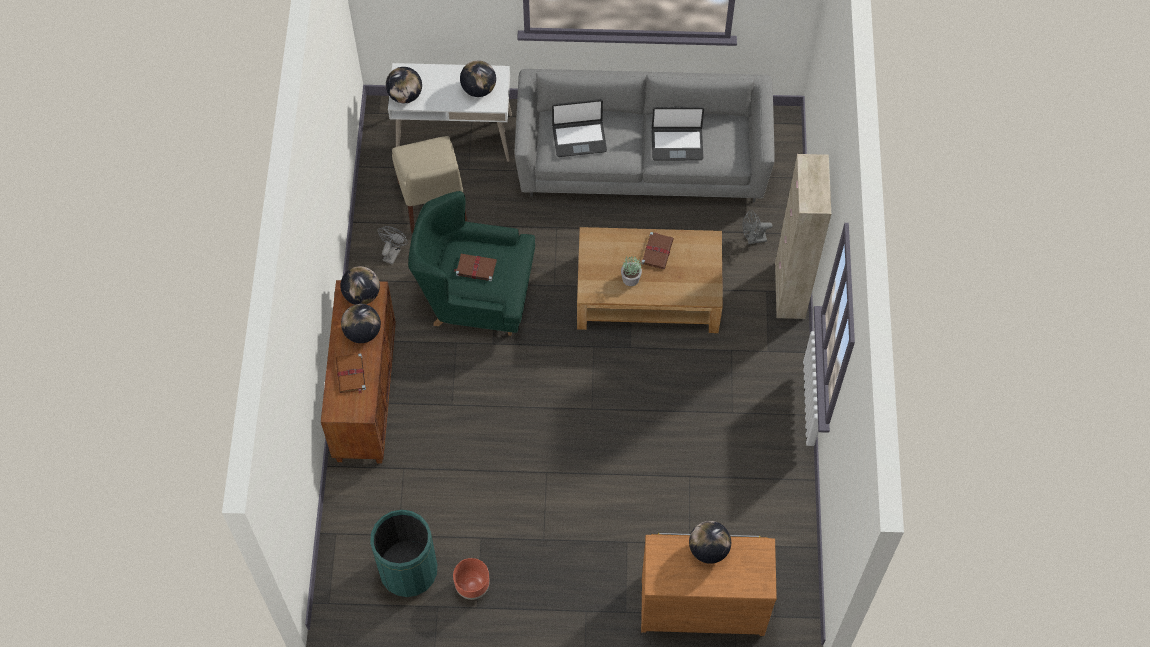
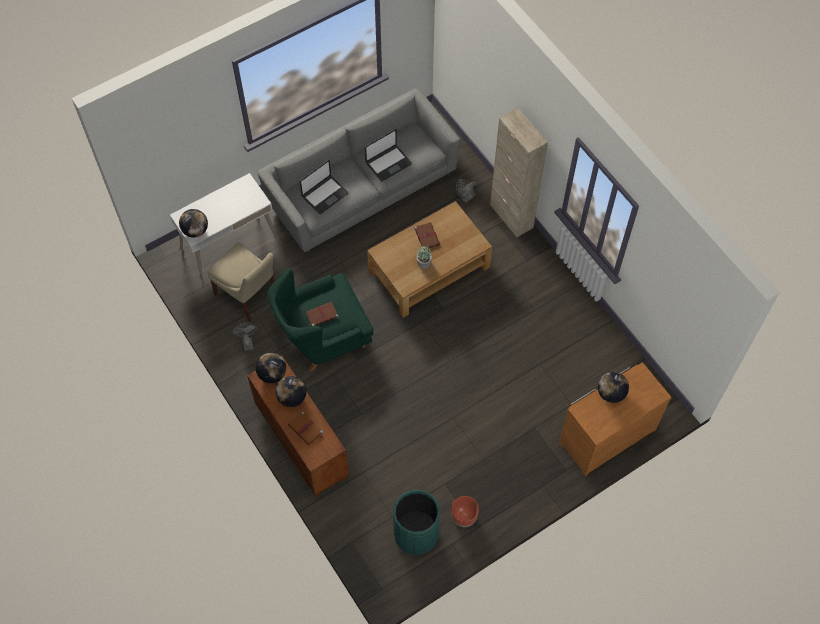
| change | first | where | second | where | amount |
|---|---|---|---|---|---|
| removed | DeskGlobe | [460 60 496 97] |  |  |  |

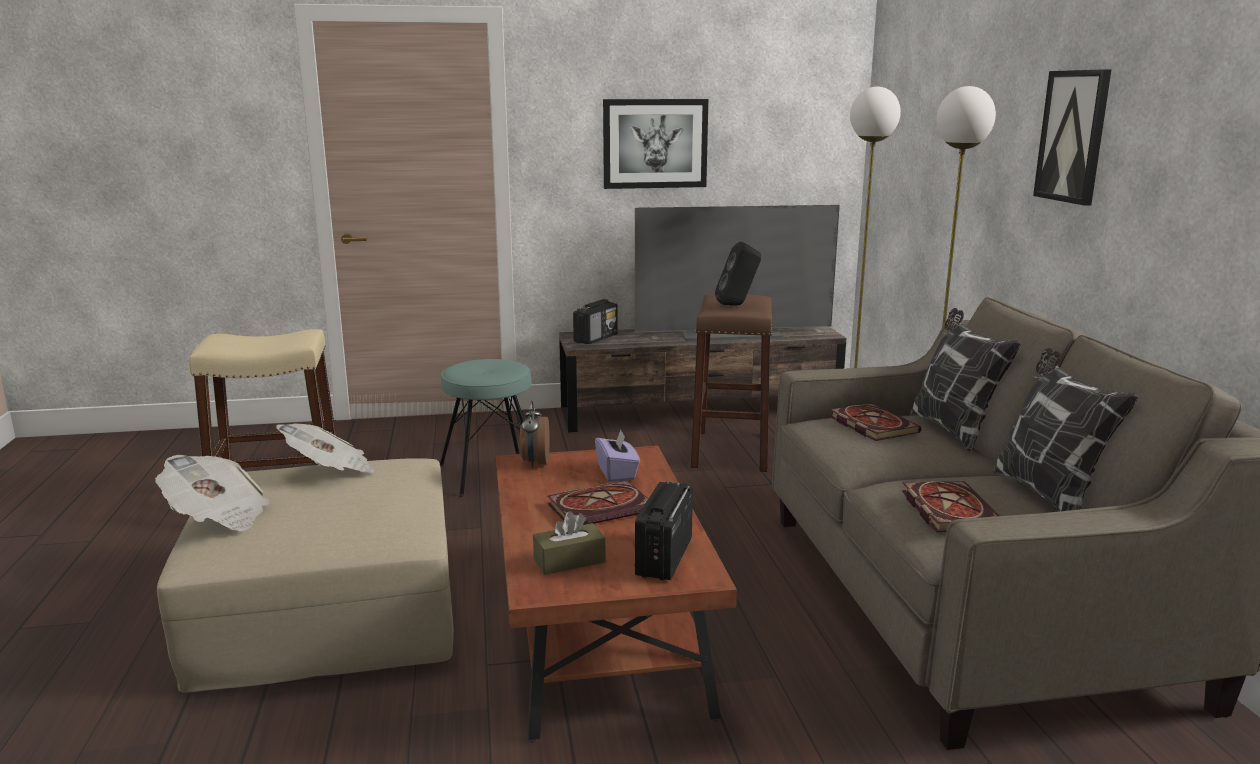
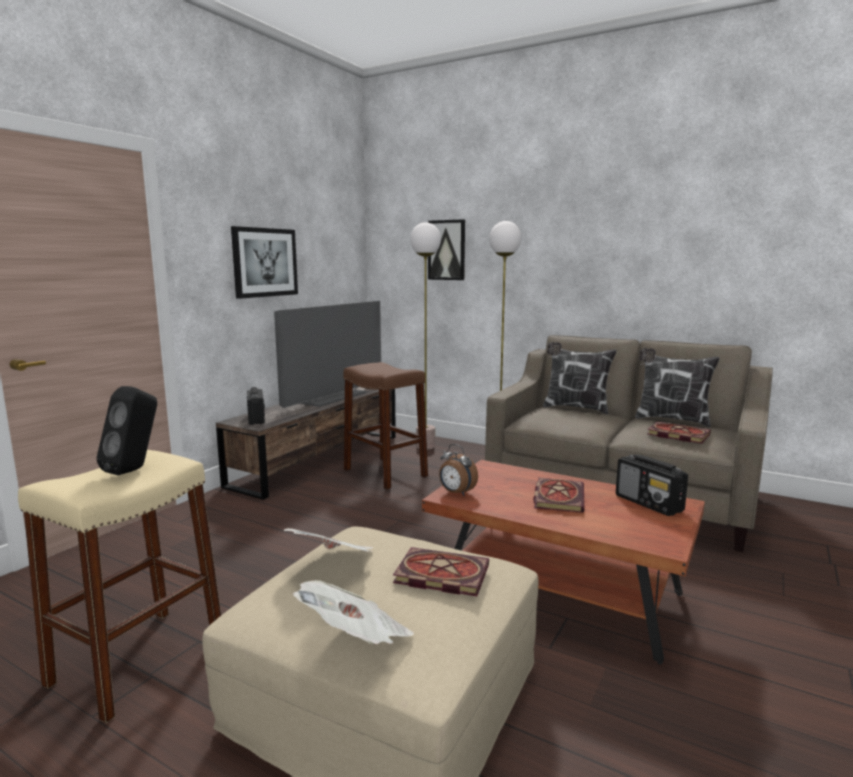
| change | first | where | second | where | amount |
|---|---|---|---|---|---|
| moved | BlackishSpeaker | [715 242 761 306] |  | [96 386 157 475] |  |
| moved | Book | [829 403 921 441] |  | [393 547 489 596] |  |
| moved | WallArt | [1033 69 1112 206] |  | [428 219 465 280] |  |
| removed | BlueGreenSittingStool | [440 359 532 497] |  |  |  |
| removed | BrownColouredTissueBox | [533 511 606 575] |  |  |  |
| removed | PurpleTissueBox | [595 430 640 482] |  |  |  |

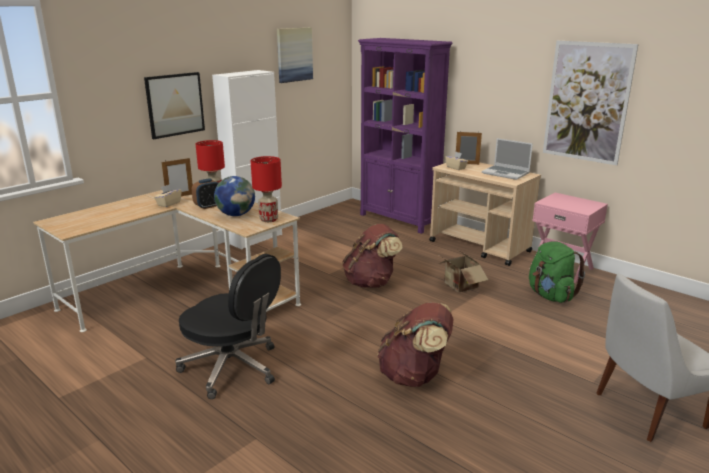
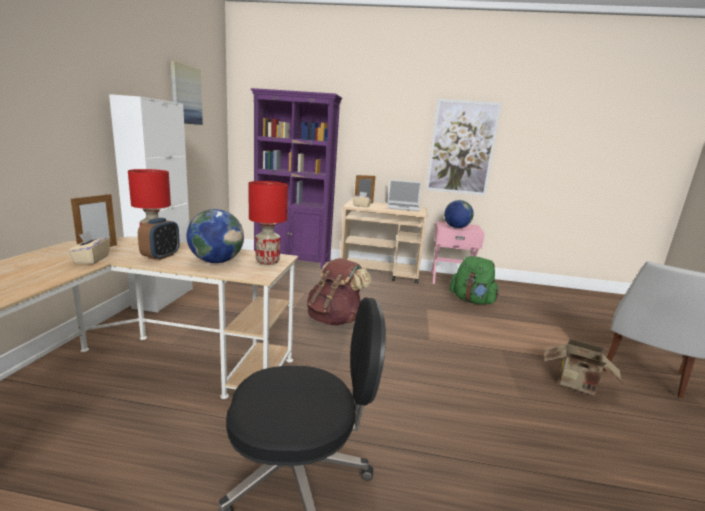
| change | first | where | second | where | amount |
|---|---|---|---|---|---|
| added |  |  | DeskGlobe | [444 200 474 228] |  |
| moved | CardboardBox | [437 250 489 292] |  | [544 339 623 395] |  |
| removed | WallArt | [144 72 205 139] |  |  |  |
| removed | BrownColouredKnapsack | [377 302 453 387] |  |  |  |

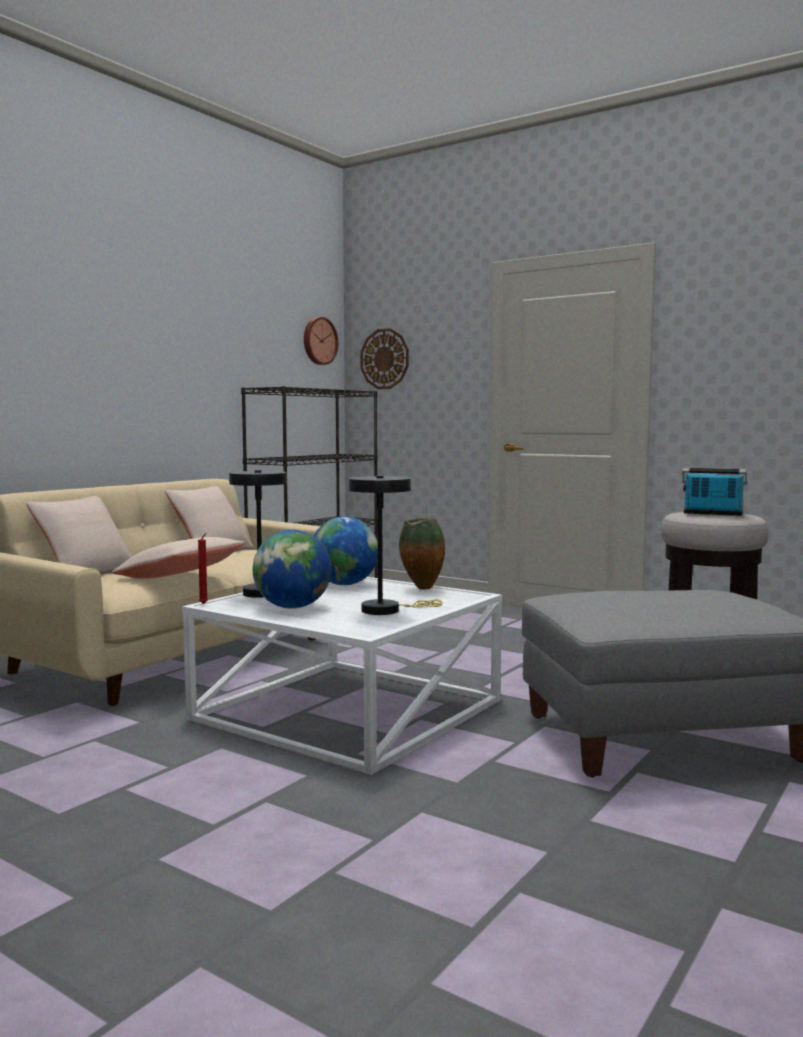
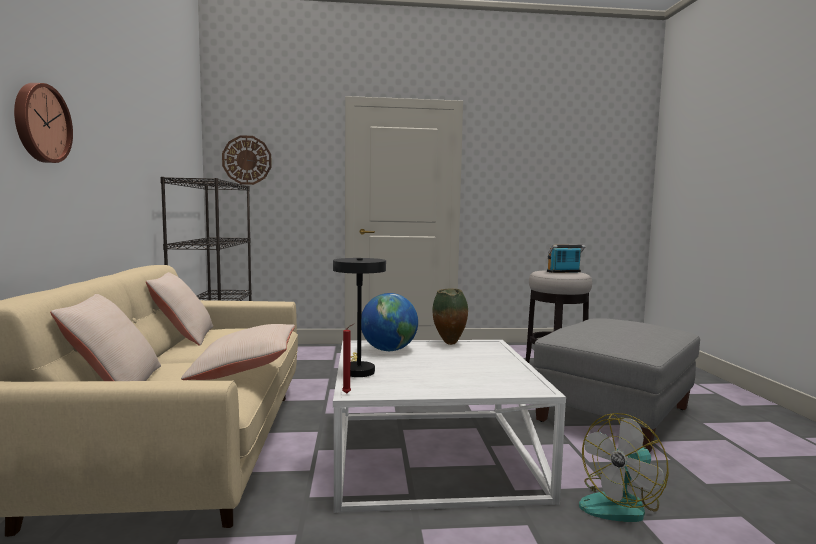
| change | first | where | second | where | amount |
|---|---|---|---|---|---|
| moved | ClockOnTheWall | [304 317 338 365] |  | [14 83 73 163] |  |
| added |  |  | CoolingFan | [579 413 669 522] |  |
| removed | DeskGlobe | [253 530 331 609] |  |  |  |
| removed | BlackishTableLamp | [349 476 443 615] |  |  |  |

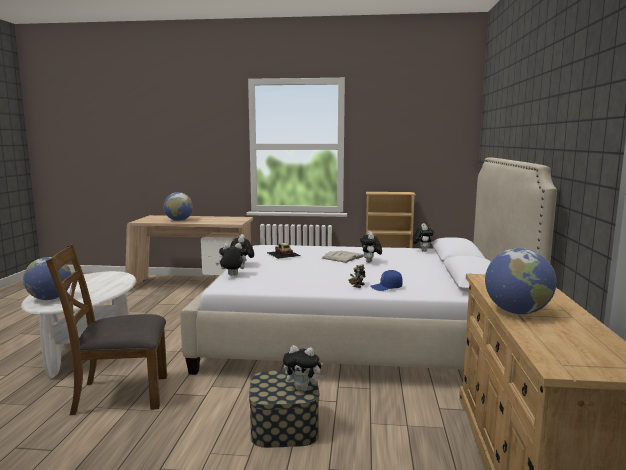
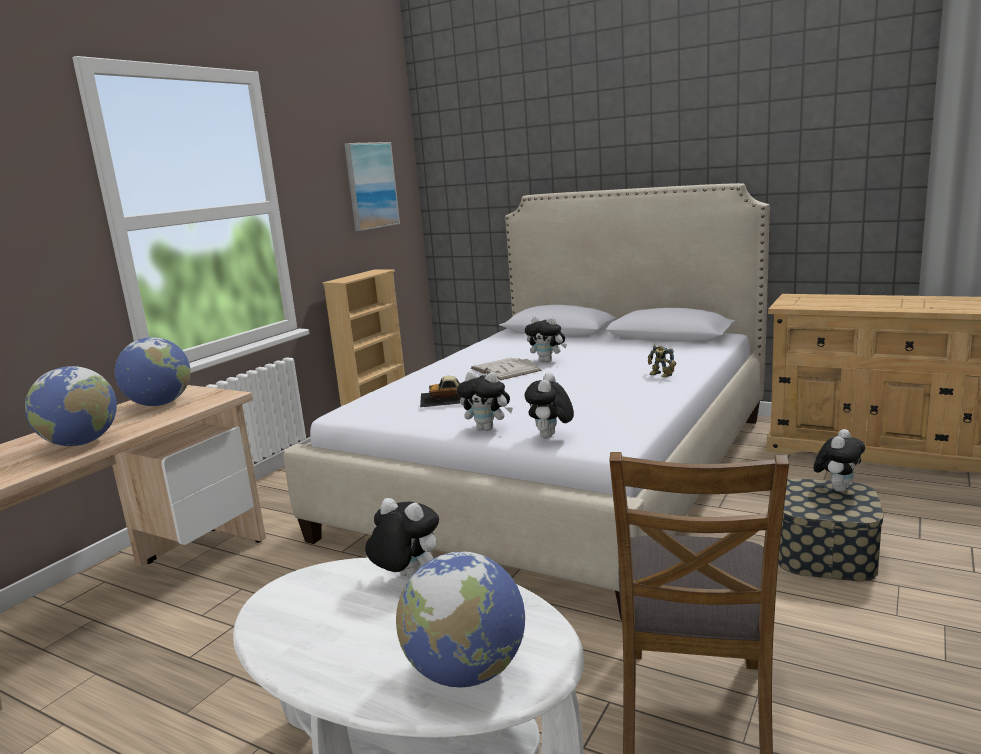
| change | first | where | second | where | amount |
|---|---|---|---|---|---|
| moved | DeskGlobe | [485 248 556 315] |  | [115 337 191 406] |  |
| added |  |  | WallArt | [344 142 400 231] |  |
| moved | SoftToy | [413 223 434 252] |  | [365 498 439 578] |  |
| removed | BluishCap | [370 270 403 291] |  |  |  |

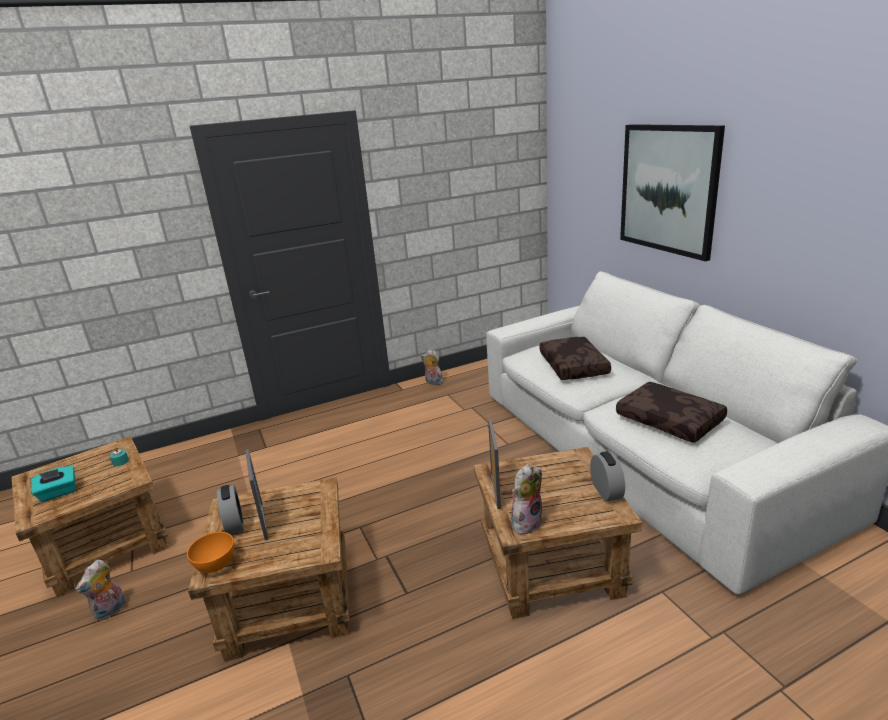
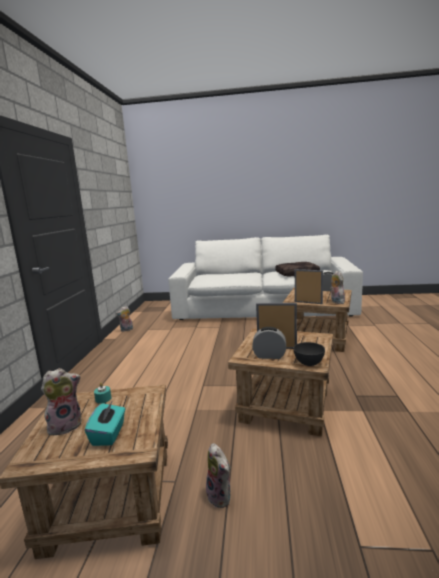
| change | first | where | second | where | amount |
|---|---|---|---|---|---|
| added |  |  | SoftToy | [41 368 82 435] |  |
| recoloured | OrangeColouredBowl | [187 532 234 573] | GreyishBowl | [294 342 325 366] |  |
| removed | BrownColouredCushion | [539 337 611 380] |  |  |  |
| removed | WallArt | [620 124 725 261] |  |  |  |

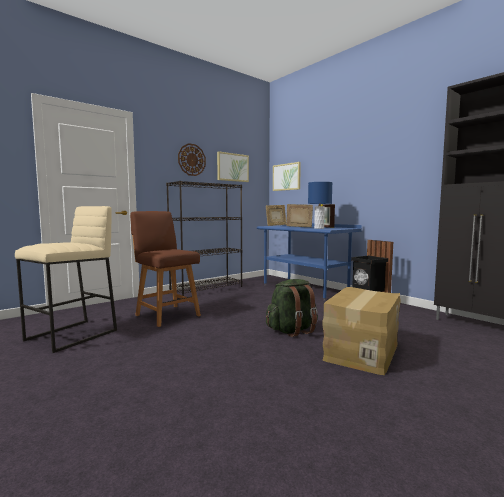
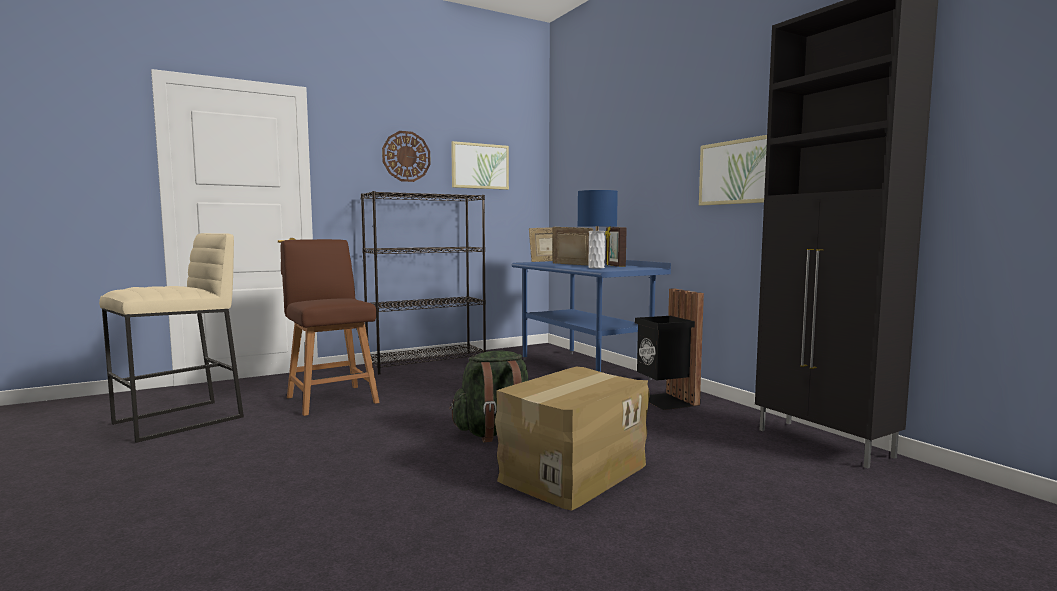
| change | first | where | second | where | amount |
|---|---|---|---|---|---|
| moved | WallArt | [273 162 301 191] |  | [699 135 767 206] |  |

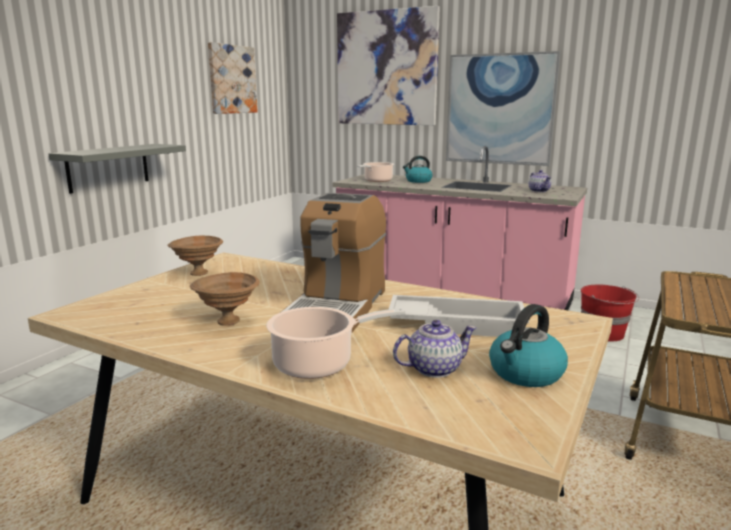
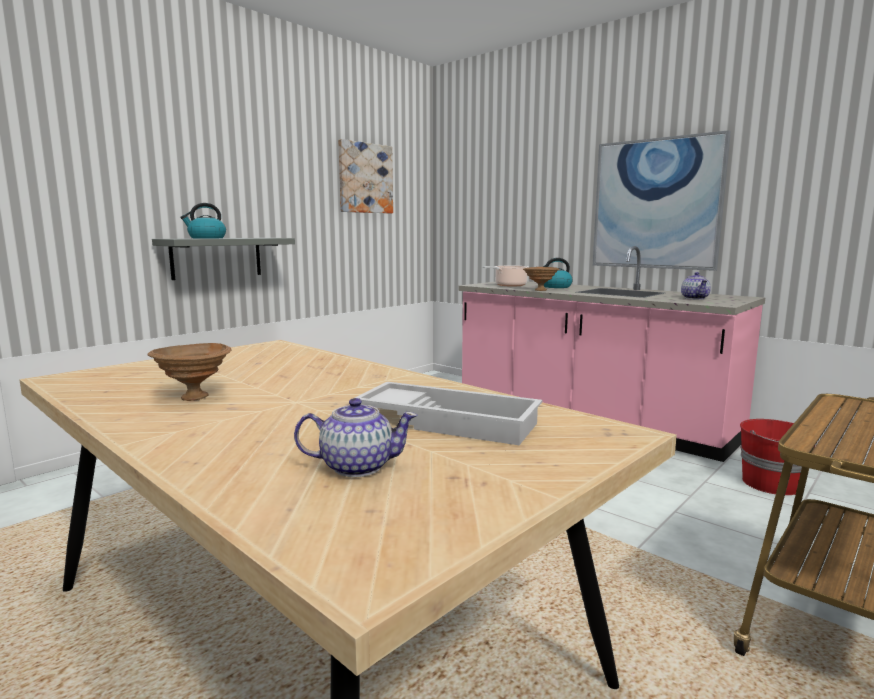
| change | first | where | second | where | amount |
|---|---|---|---|---|---|
| moved | Kettle | [489 304 568 387] |  | [180 203 226 239] |  |
| moved | BrownColouredBowl | [168 235 223 276] |  | [523 267 559 291] |  |
| removed | Saucepot | [266 307 406 379] |  |  |  |
| removed | CoffeeMaker | [281 193 386 332] |  |  |  |
| removed | WallArt | [337 6 440 125] |  |  |  |

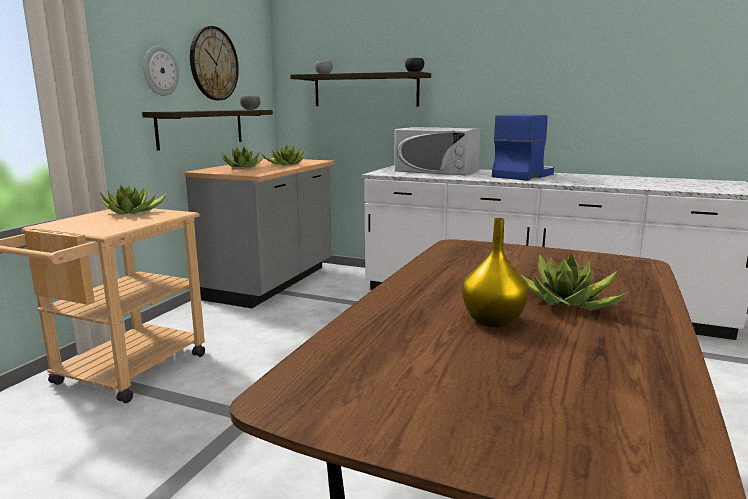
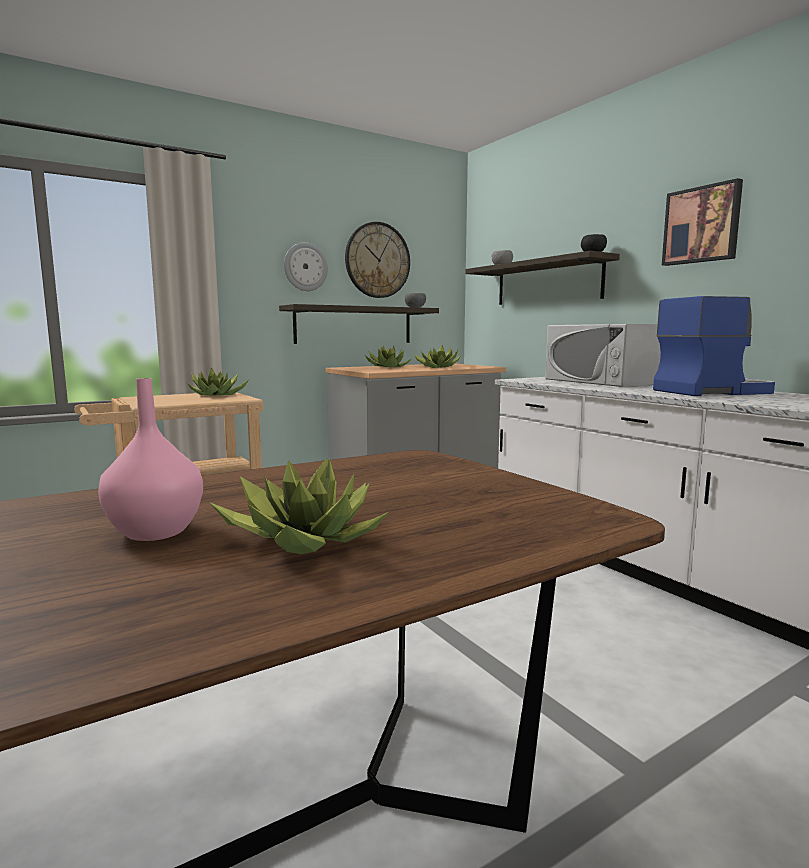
| change | first | where | second | where | amount |
|---|---|---|---|---|---|
| recoloured | YellowColouredFlowerVase | [462 218 529 328] | PinkColouredFlowerVase | [98 378 203 541] |  |
| added |  |  | WallArt | [662 178 743 266] |  |

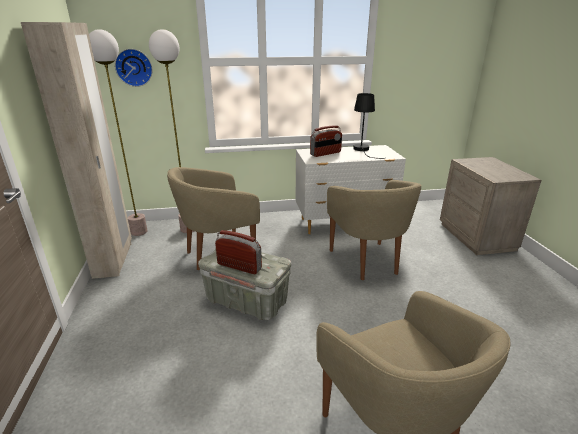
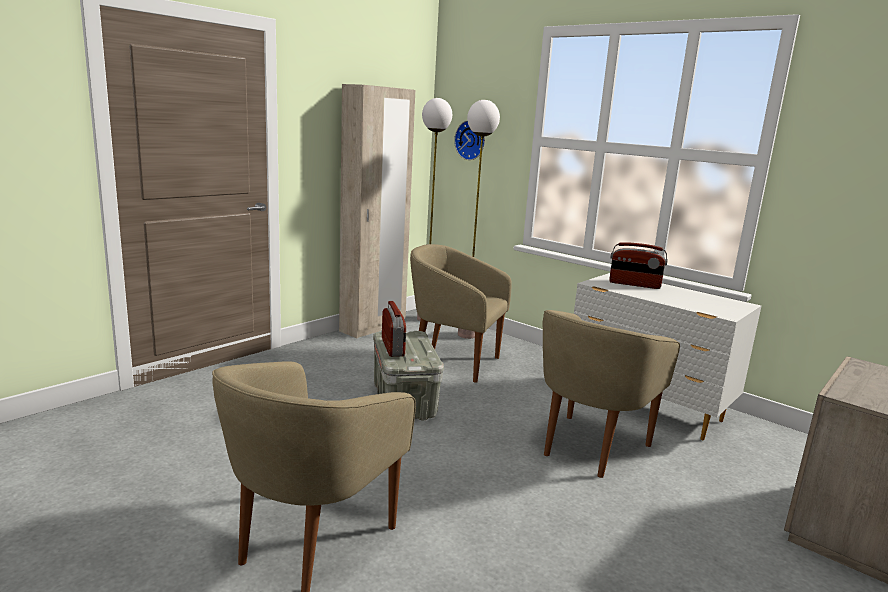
| change | first | where | second | where | amount |
|---|---|---|---|---|---|
| removed | BlackishTableLamp | [353 93 386 159] |  |  |  |

